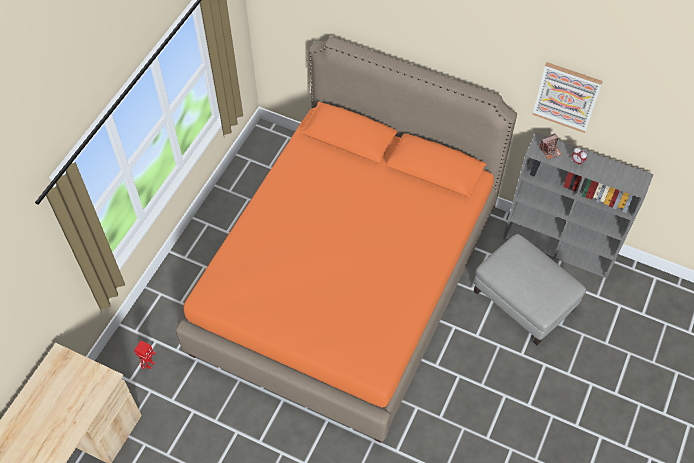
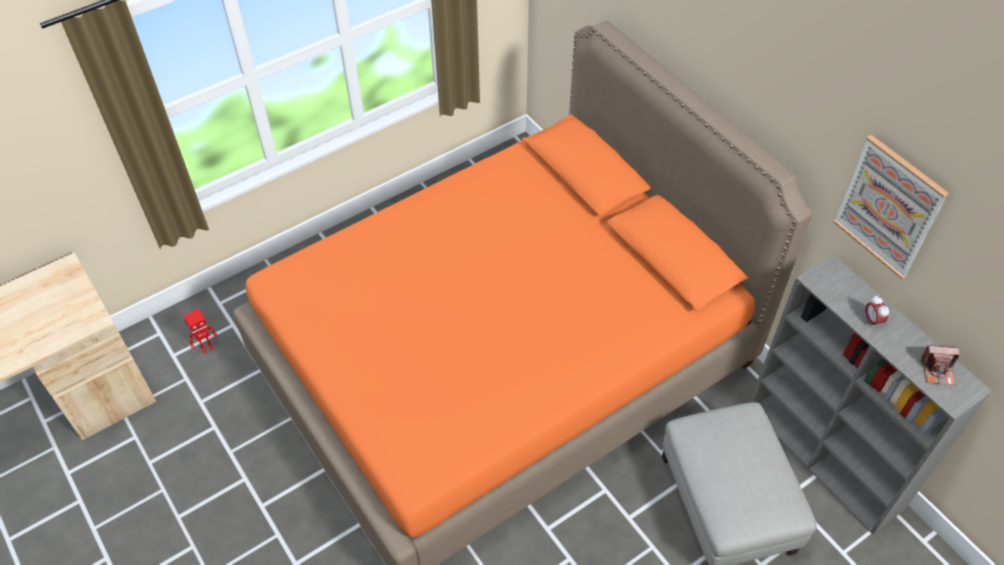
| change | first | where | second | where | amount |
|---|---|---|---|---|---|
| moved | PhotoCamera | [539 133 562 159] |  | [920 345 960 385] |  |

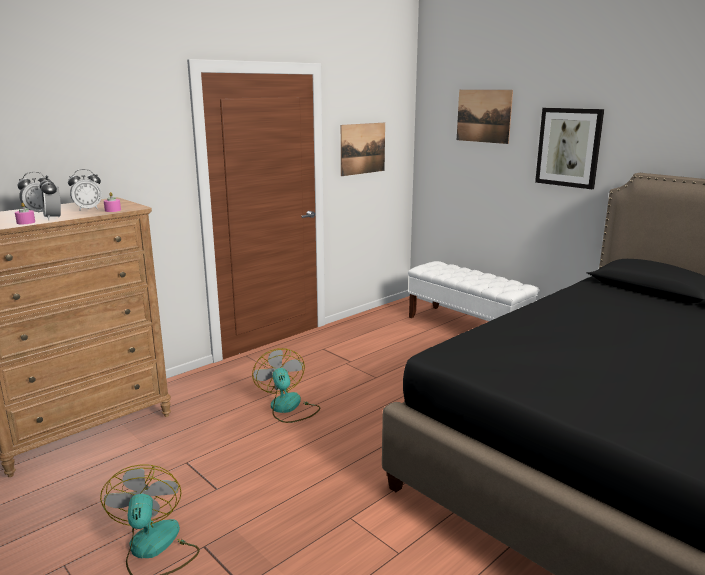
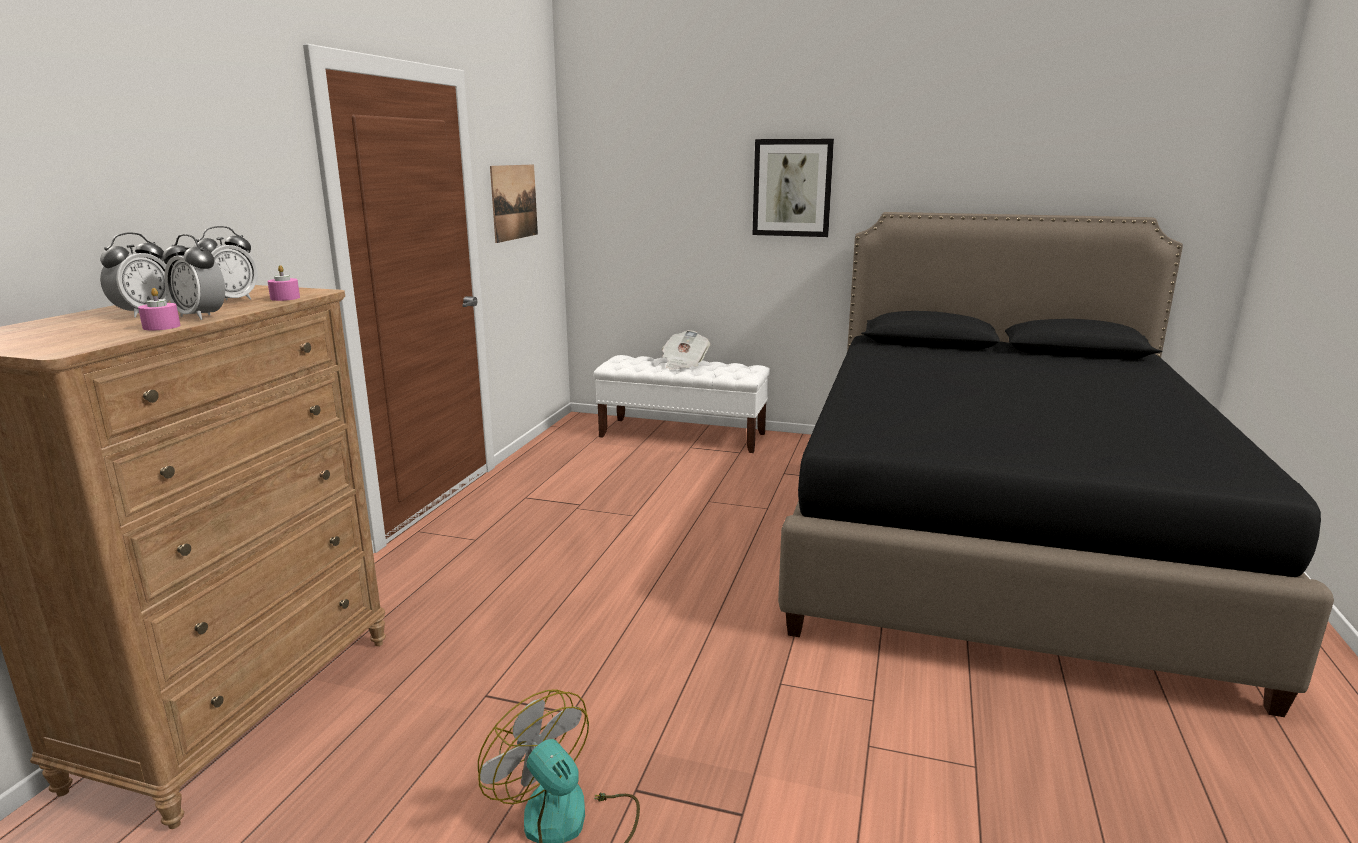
| change | first | where | second | where | amount |
|---|---|---|---|---|---|
| added |  |  | Newspaper | [662 330 710 370] |  |
| removed | CoolingFan | [252 348 320 423] |  |  |  |
| removed | WallArt | [457 90 513 144] |  |  |  |

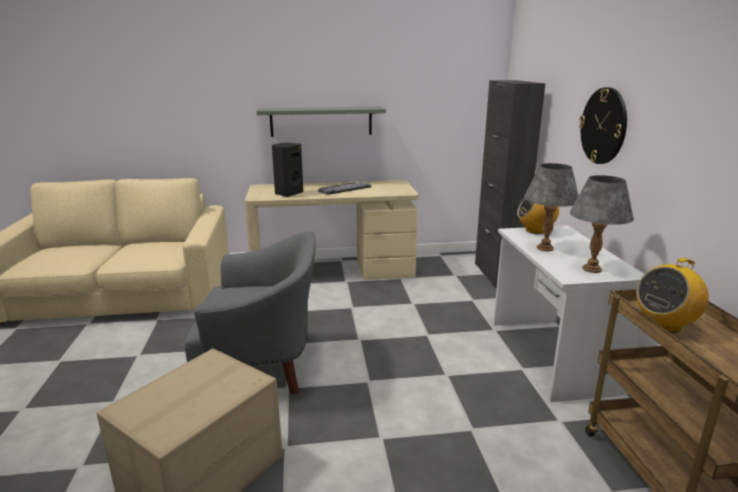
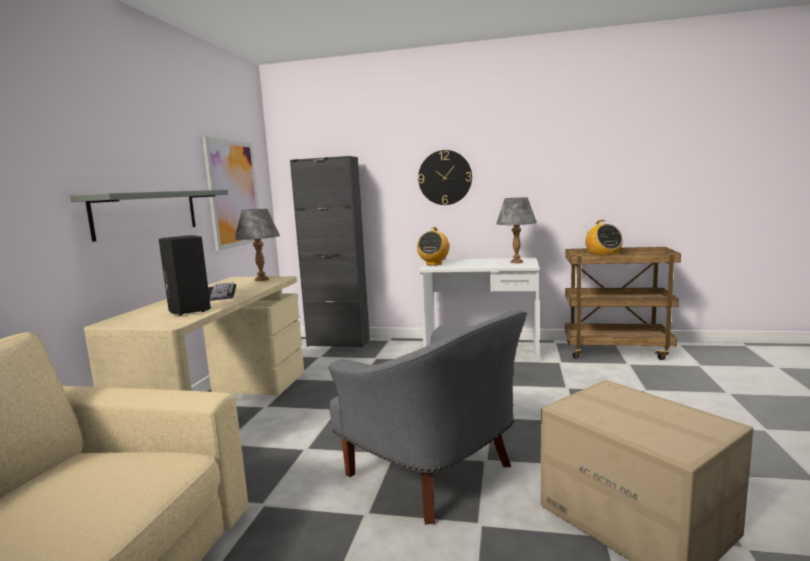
| change | first | where | second | where | amount |
|---|---|---|---|---|---|
| added |  |  | WallArt | [202 137 262 251] |  |
| moved | GreyishTableLamp | [524 163 579 251] |  | [235 209 280 281] |  |
| turned | GreyishArmchair | [184 232 316 395] |  | [329 310 527 525] | 120 degrees clockwise |

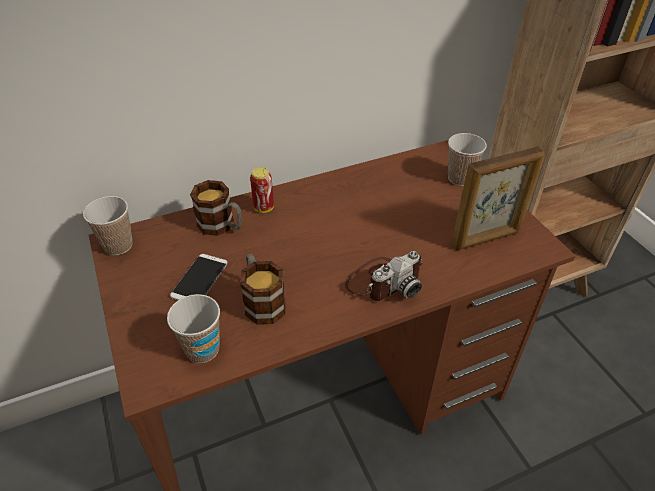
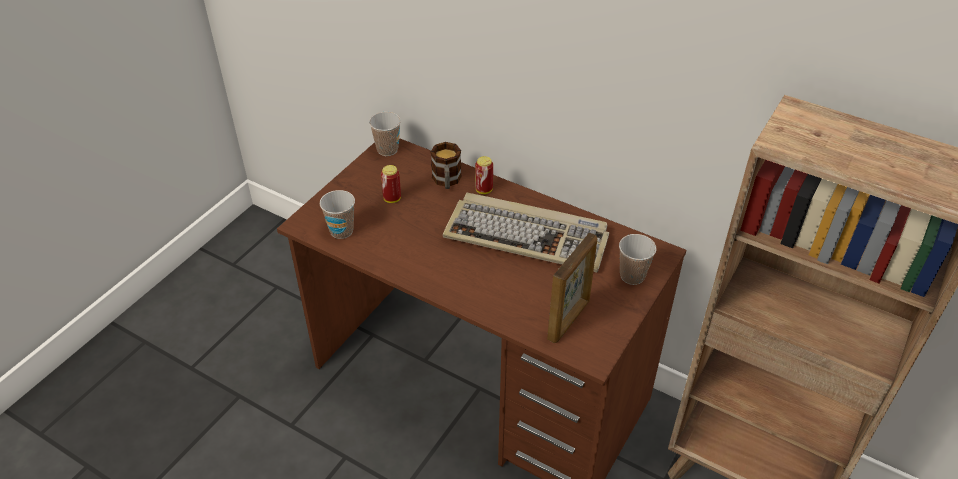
| change | first | where | second | where | amount |
|---|---|---|---|---|---|
| replaced | Handset | [170 254 228 300] | Can | [381 165 401 203] |  |
| added |  |  | PcKeyboard | [443 193 609 273] |  |
| turned | PhotoFrame | [451 147 544 250] |  | [547 233 597 343] | 90 degrees counterclockwise |
| removed | TeaMug | [240 254 285 324] |  |  |  |
| removed | PhotoCamera | [345 251 422 301] |  |  |  |

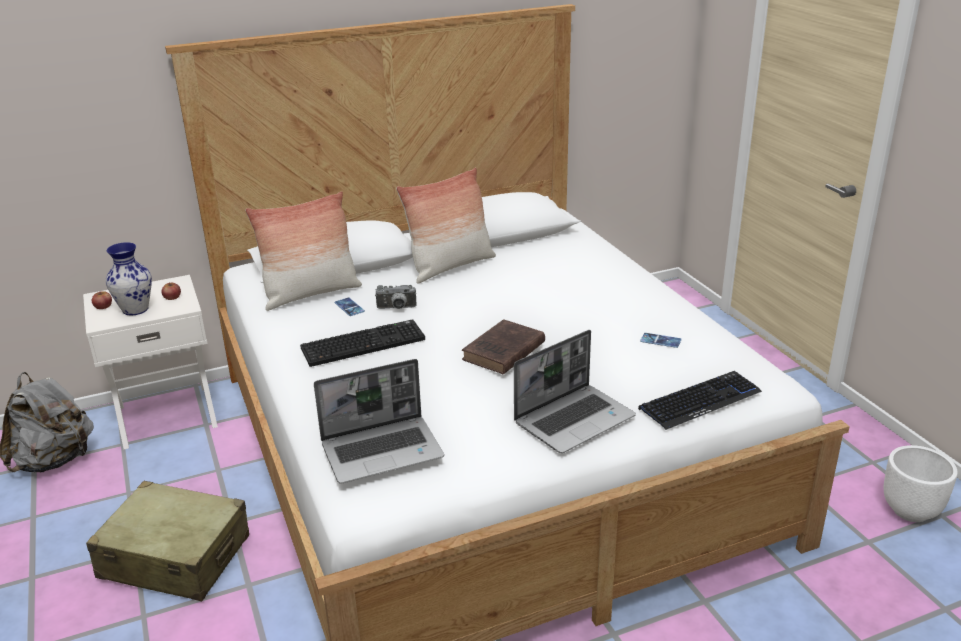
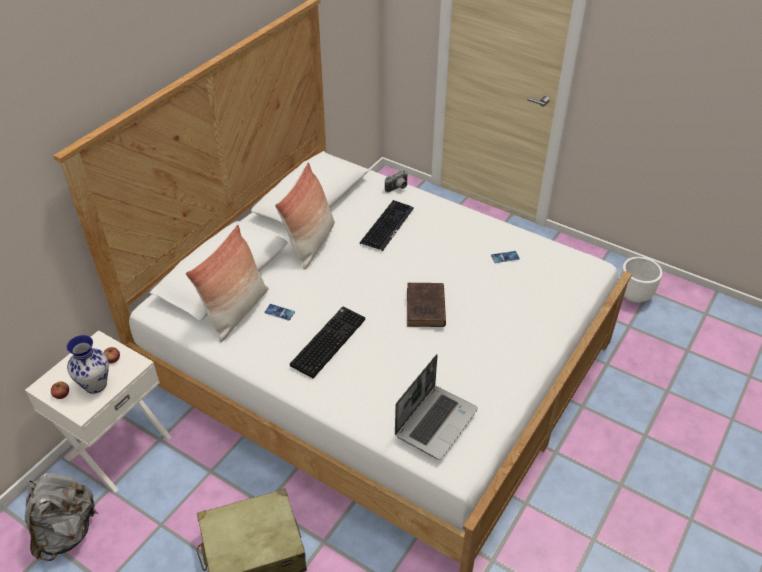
| change | first | where | second | where | amount |
|---|---|---|---|---|---|
| moved | PcKeyboard | [638 371 762 430] |  | [360 200 414 251] |  |
| moved | PhotoCamera | [375 285 416 309] |  | [385 170 408 193] |  |
| removed | Laptop | [514 330 636 453] |  |  |  |

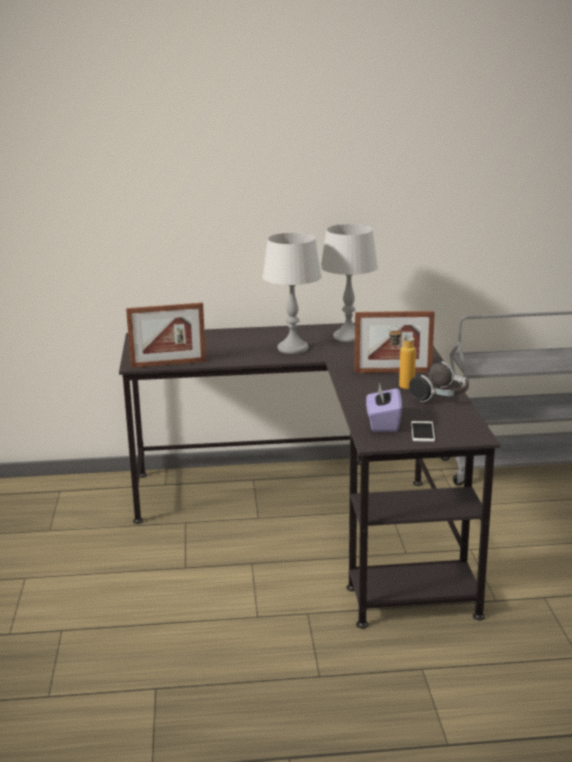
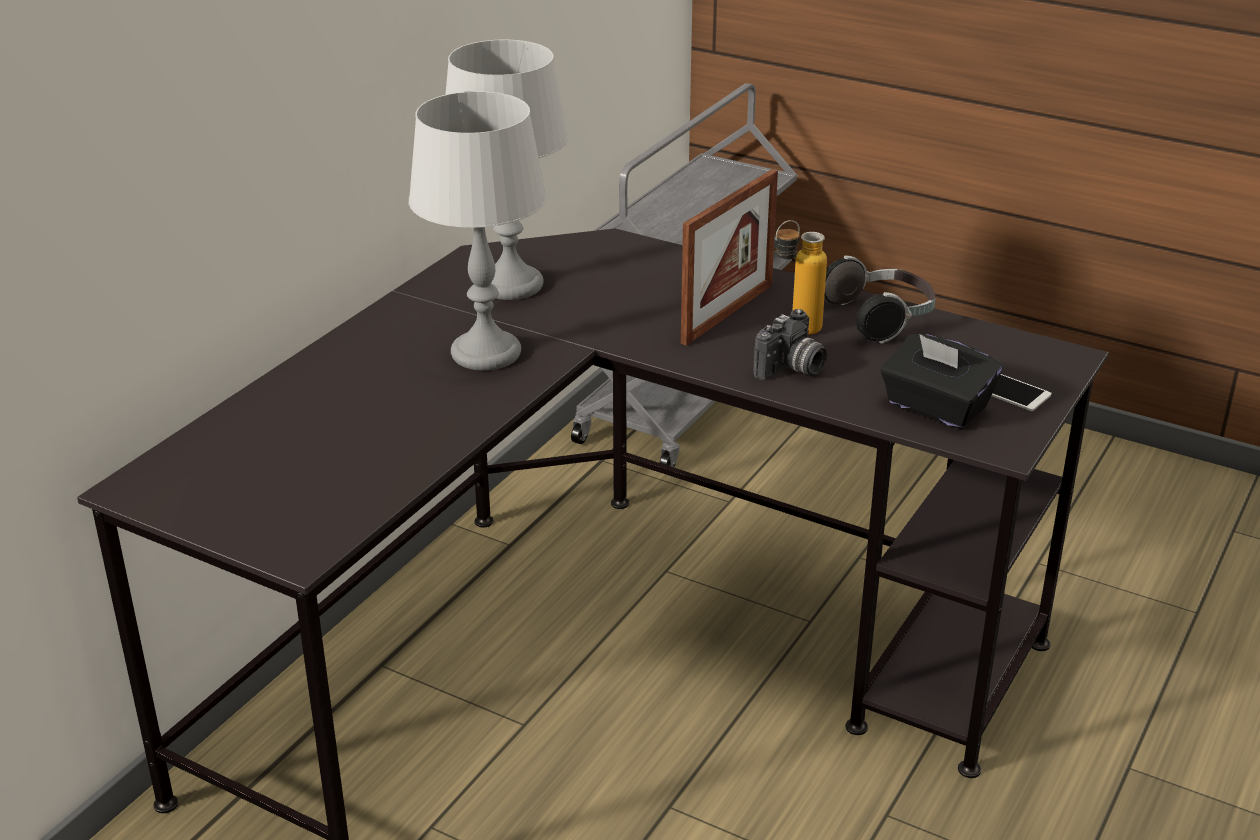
| change | first | where | second | where | amount |
|---|---|---|---|---|---|
| added |  |  | PhotoCamera | [753 309 827 381] |  |
| recoloured | PurpleTissueBox | [366 383 402 432] | BlackishTissueBox | [881 334 1002 429] |  |
| removed | PhotoFrame | [126 303 206 368] |  |  |  |

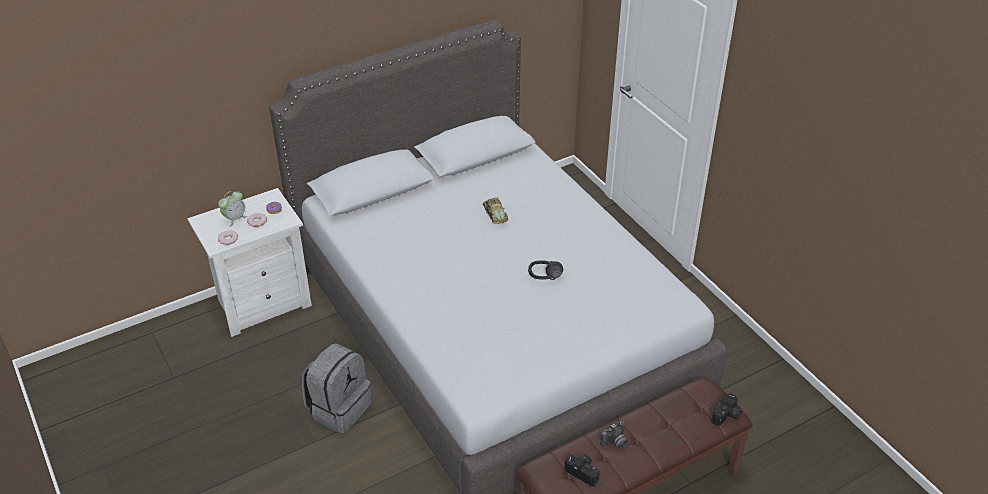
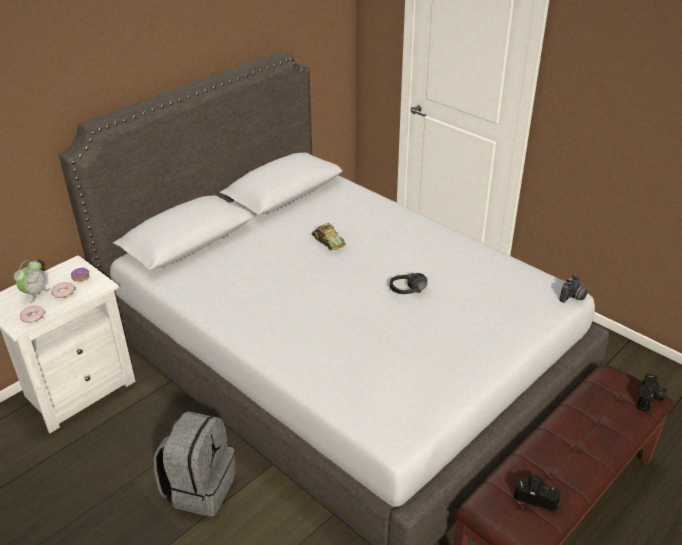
| change | first | where | second | where | amount |
|---|---|---|---|---|---|
| moved | PhotoCamera | [600 421 628 449] |  | [560 275 588 303] |  |

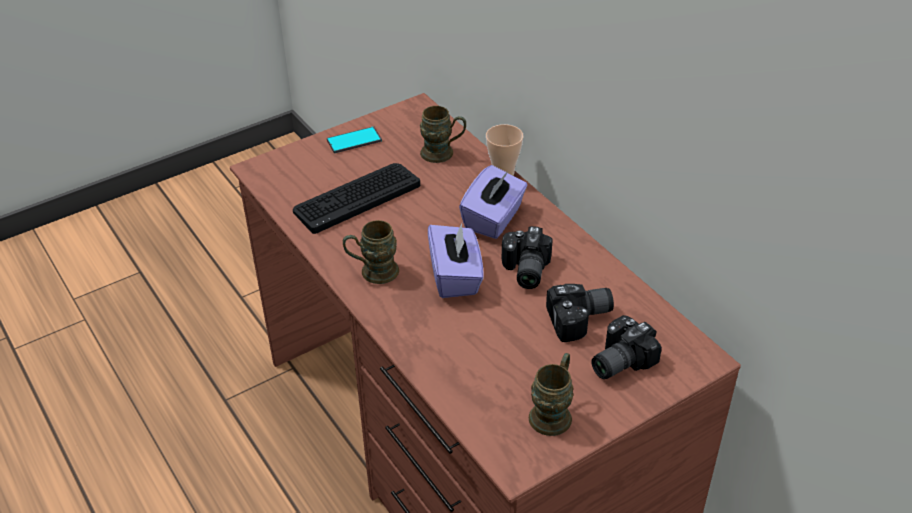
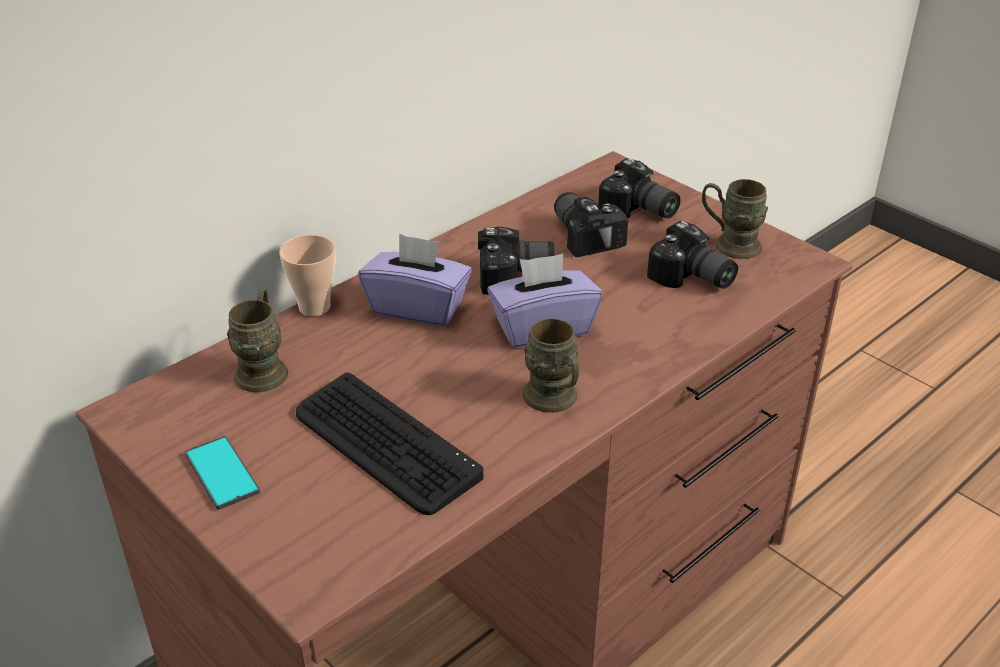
| change | first | where | second | where | amount |
|---|---|---|---|---|---|
| added |  |  | PhotoCamera | [647 221 738 289] |  |

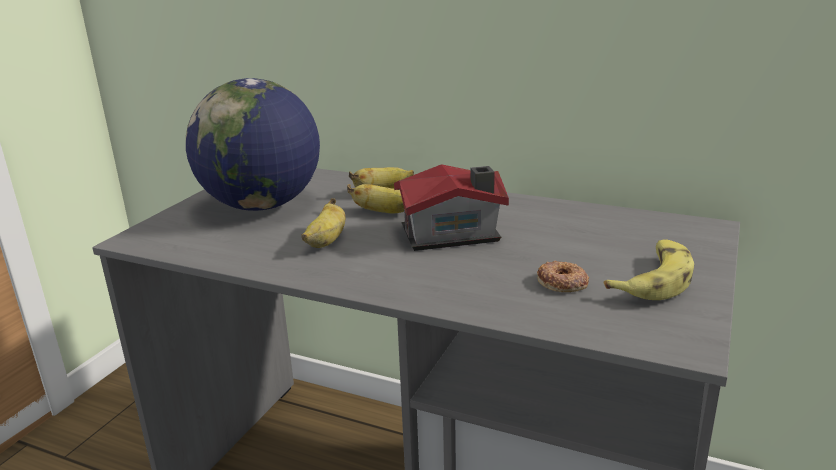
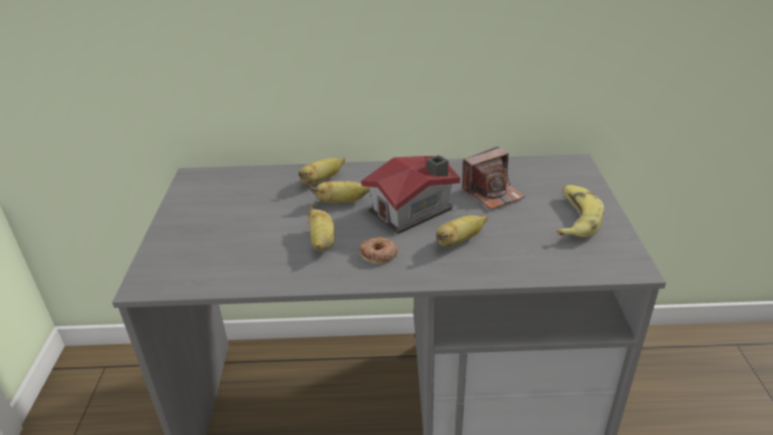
| change | first | where | second | where | amount |
|---|---|---|---|---|---|
| moved | RingDoughnut | [537 261 589 292] |  | [360 237 398 264] |  |
| added |  |  | Banana | [436 215 488 247] |  |
| added |  |  | PhotoCamera | [462 147 525 210] |  |
| removed | DeskGlobe | [186 78 320 211] |  |  |  |

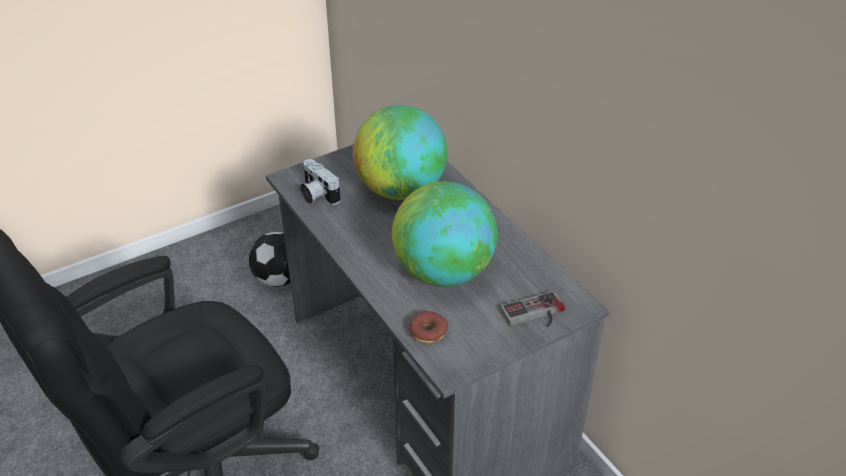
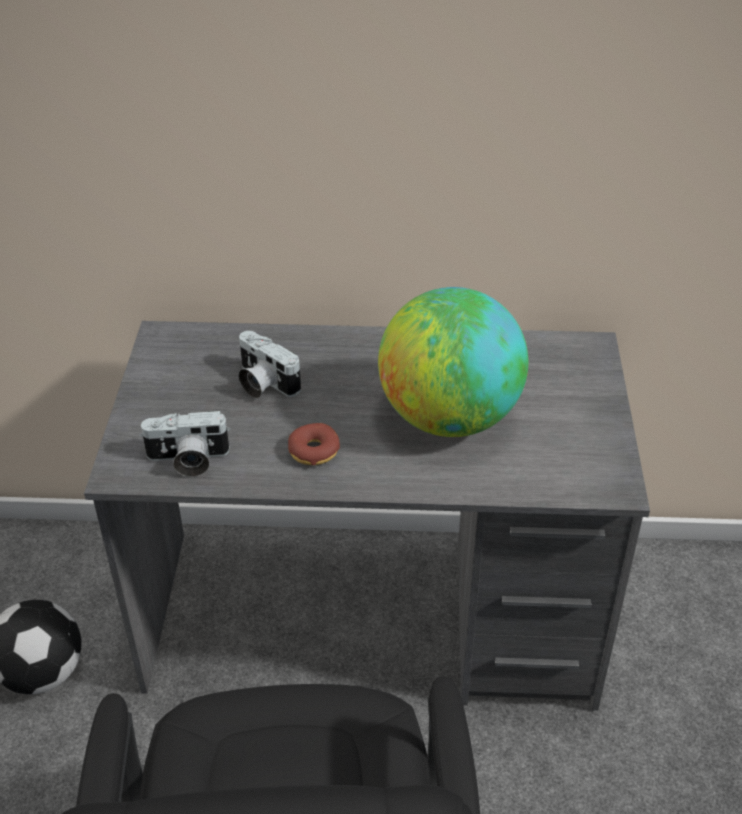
| change | first | where | second | where | amount |
|---|---|---|---|---|---|
| replaced | DeskGlobe | [353 105 447 200] | PhotoCamera | [238 331 301 398] |  |
| moved | RingDoughnut | [409 311 448 343] |  | [288 423 340 465] |  |
| removed | Gamepad | [500 291 565 327] |  |  |  |

